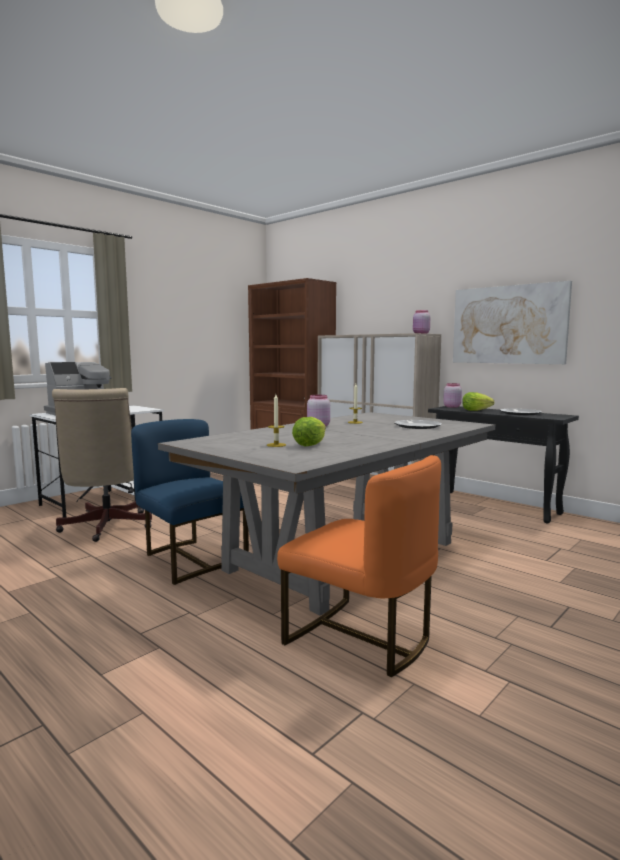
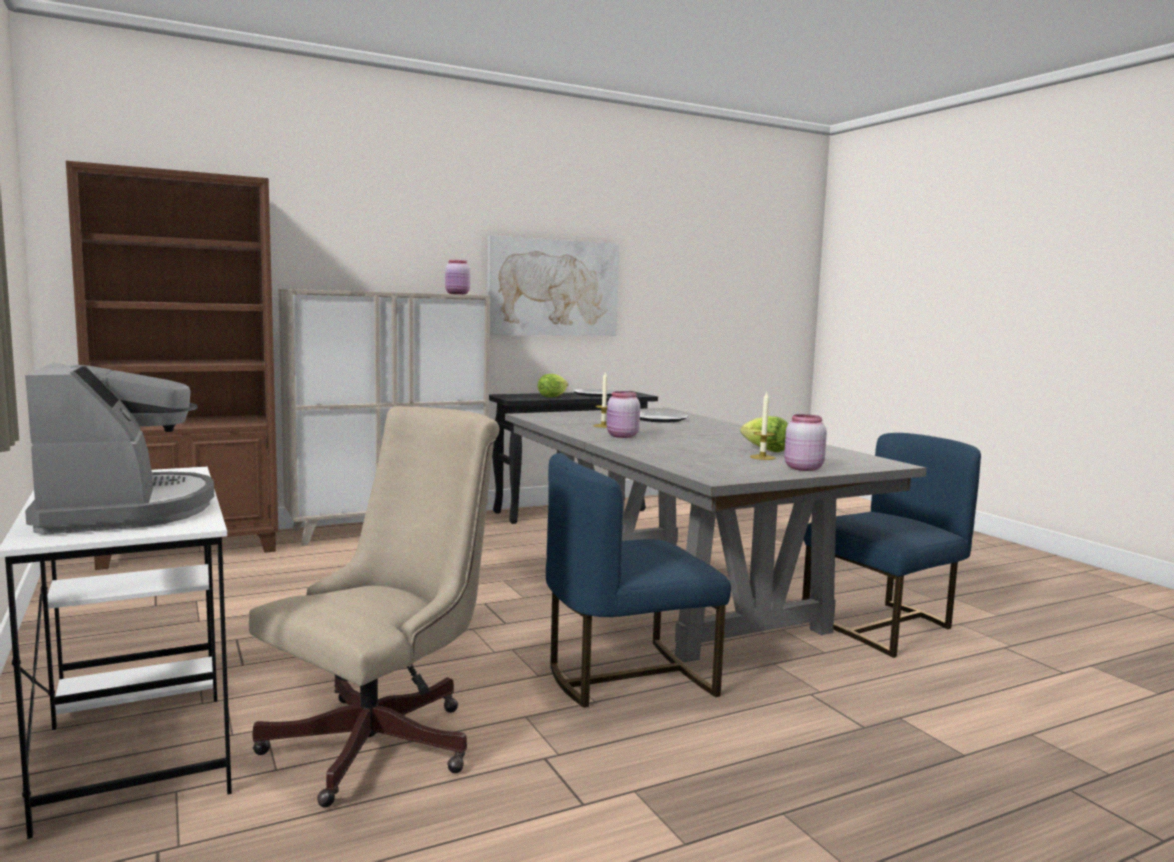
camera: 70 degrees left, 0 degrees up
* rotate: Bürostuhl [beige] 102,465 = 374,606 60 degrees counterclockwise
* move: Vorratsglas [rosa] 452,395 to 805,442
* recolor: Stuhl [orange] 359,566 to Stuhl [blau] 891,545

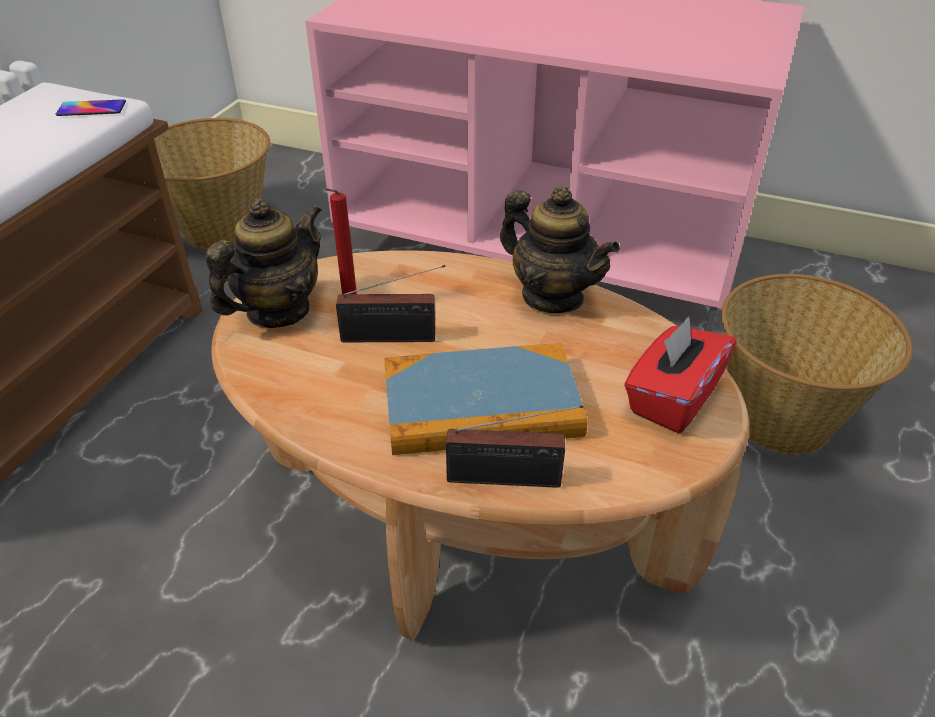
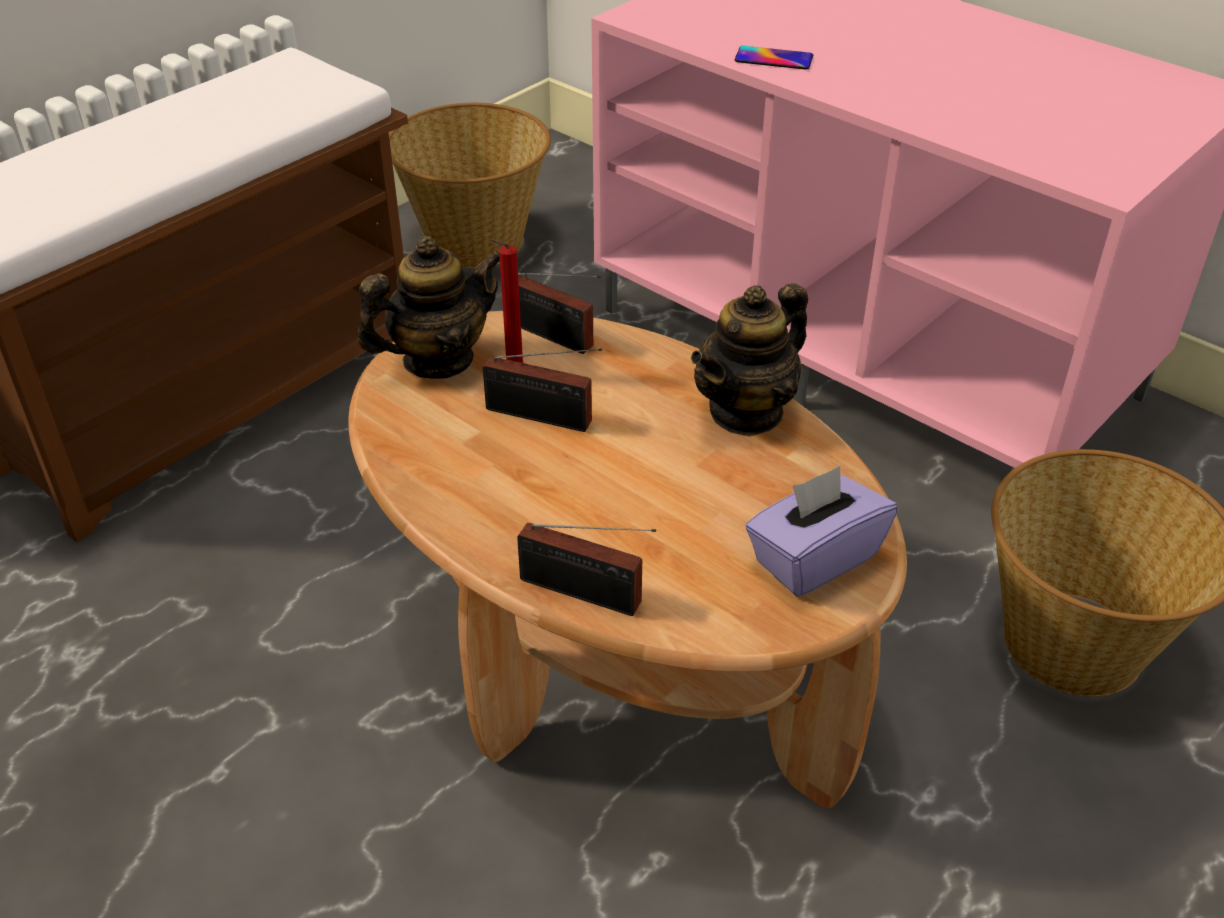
camera: 20 degrees right, 0 degrees up
* insert: Radio 559,313
* rotate: Teekanne 560,249 = 749,360 75 degrees clockwise
* move: Handy 91,107 to 774,58
* recolor: Taschentuchbox [rot] 680,374 to Taschentuchbox [lila] 821,531
* delete: Buch 486,399

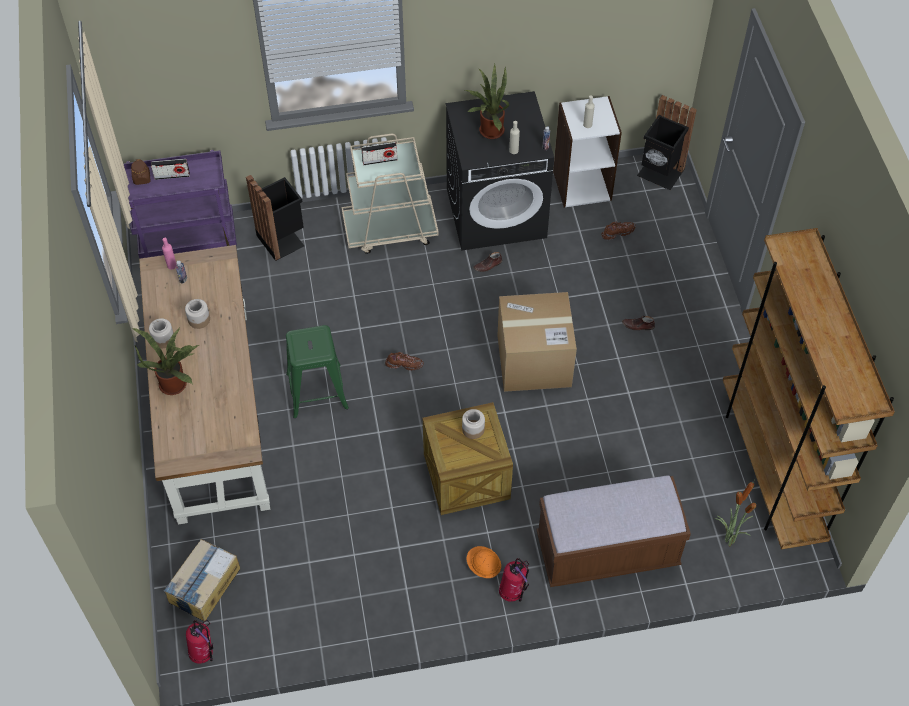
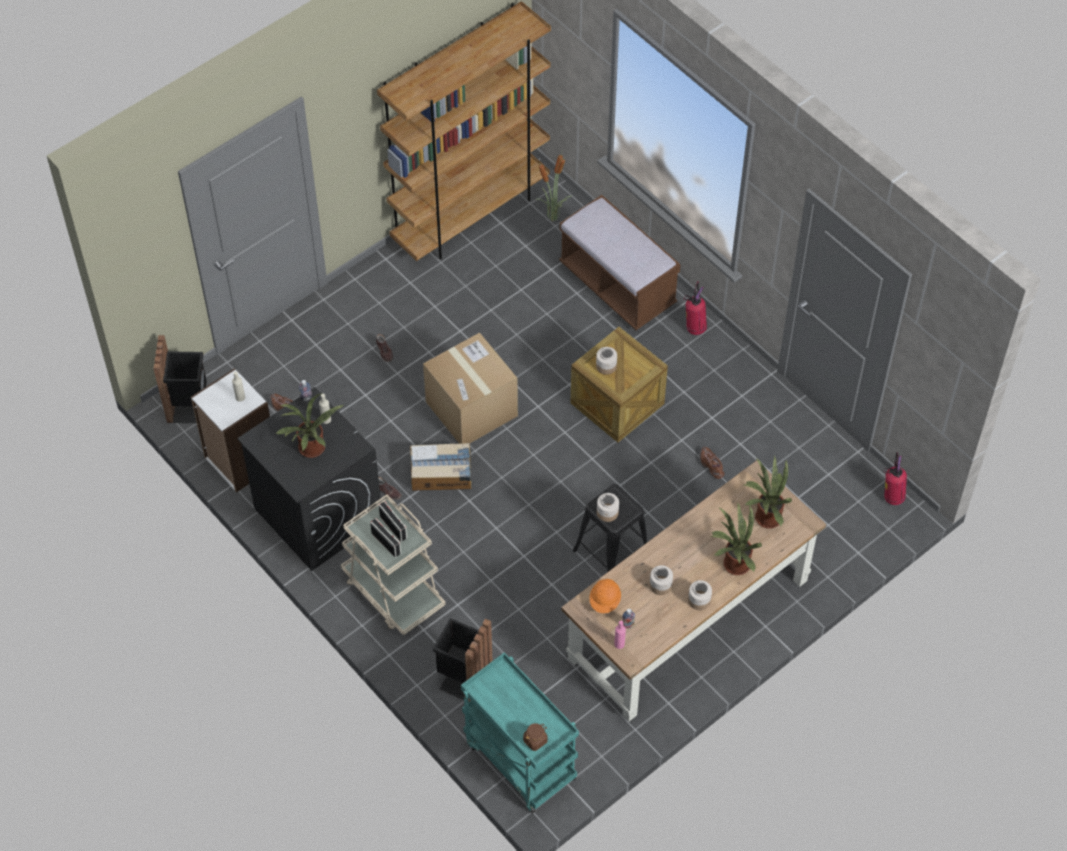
camera: 120 degrees left, 0 degrees up
* move: Radio 170,169 to 393,521
* move: Karton 201,580 to 440,467
* recolor: Rollwagen [lila] 180,204 to Rollwagen [türkis] 520,733
* recolor: Hocker [grün] 317,372 to Hocker [schwarz] 610,528
* move: Schutzhelm [orange] 484,562 to 605,596
* insert: Vorratsglas 608,507
* move: Schuh [braun] 404,361 to 712,463
* insert: Topfpflanze 768,492

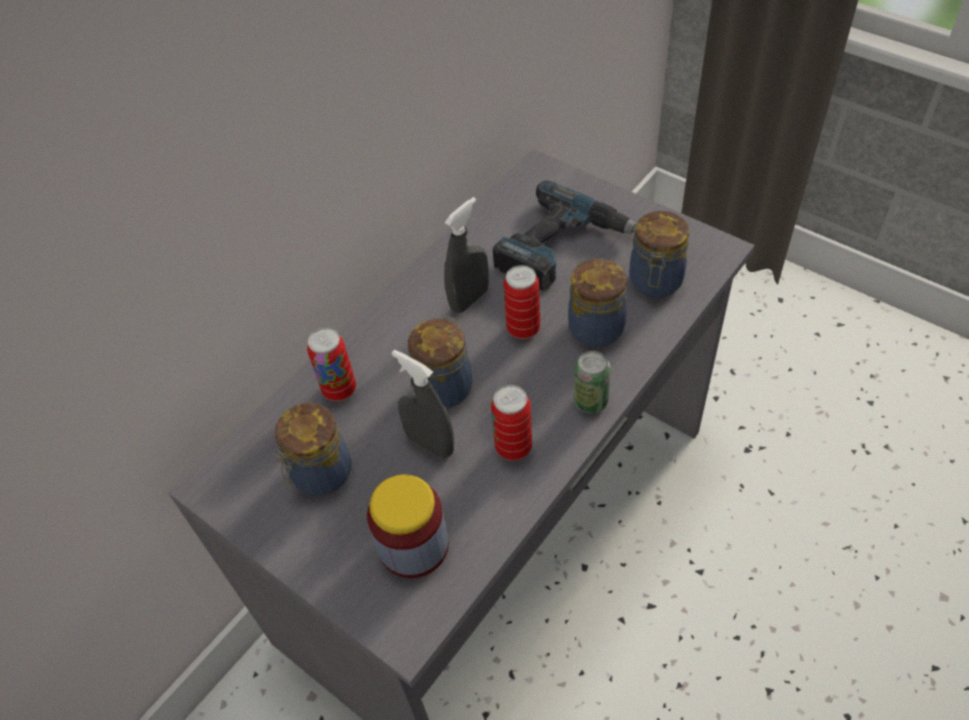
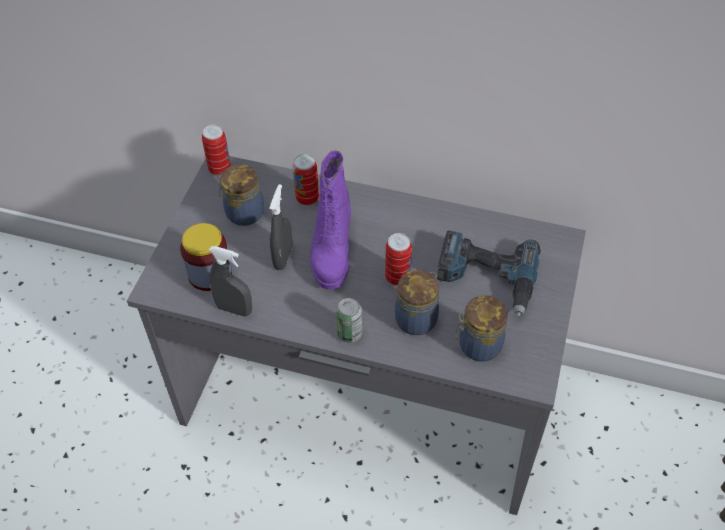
camera: 65 degrees right, 0 degrees up
* move: Dose 511,423 to 216,150
* move: Sprühflasche [grau] 466,255 to 230,281
* replace: Vorratsglas 440,362 to Stiefel [lila] 330,220

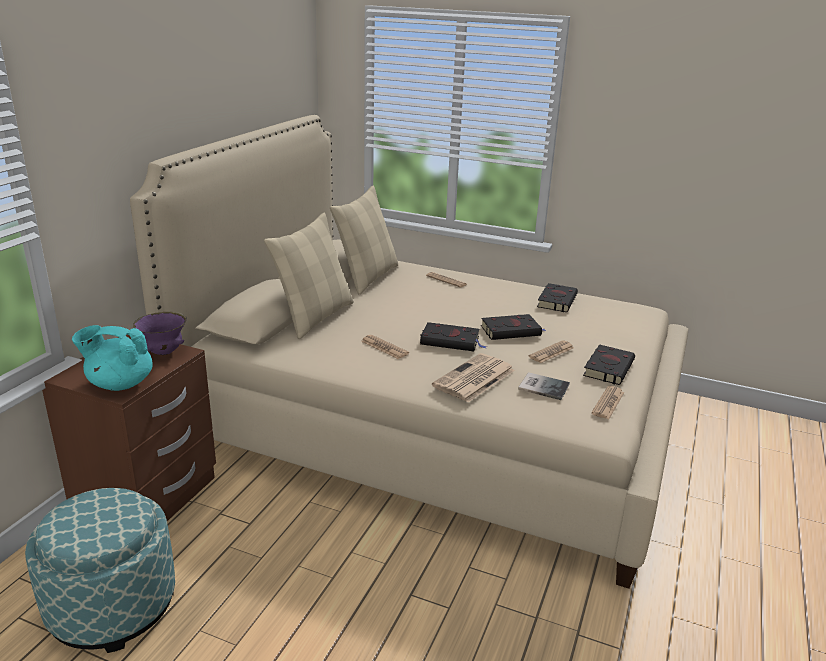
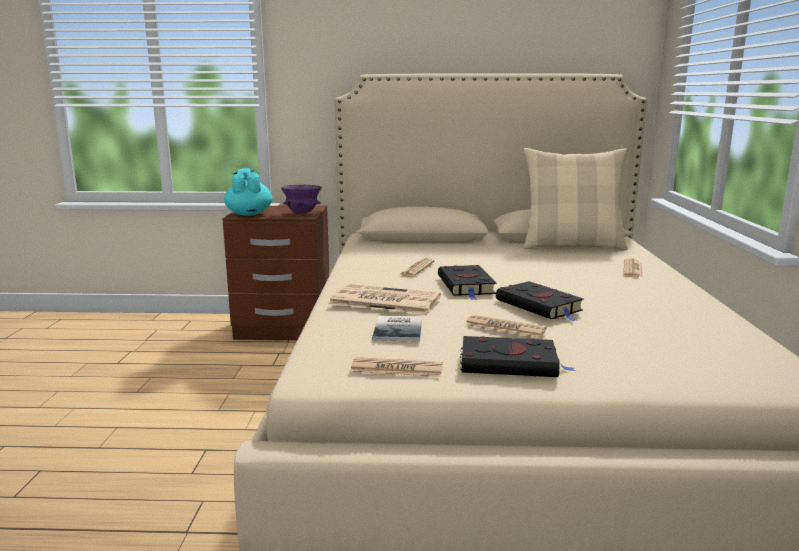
camera: 70 degrees right, 10 degrees down
* delete: Polsterhocker 100,570
* delete: Kissen [beige] 309,276
* delete: Buch [schwarz] 557,297

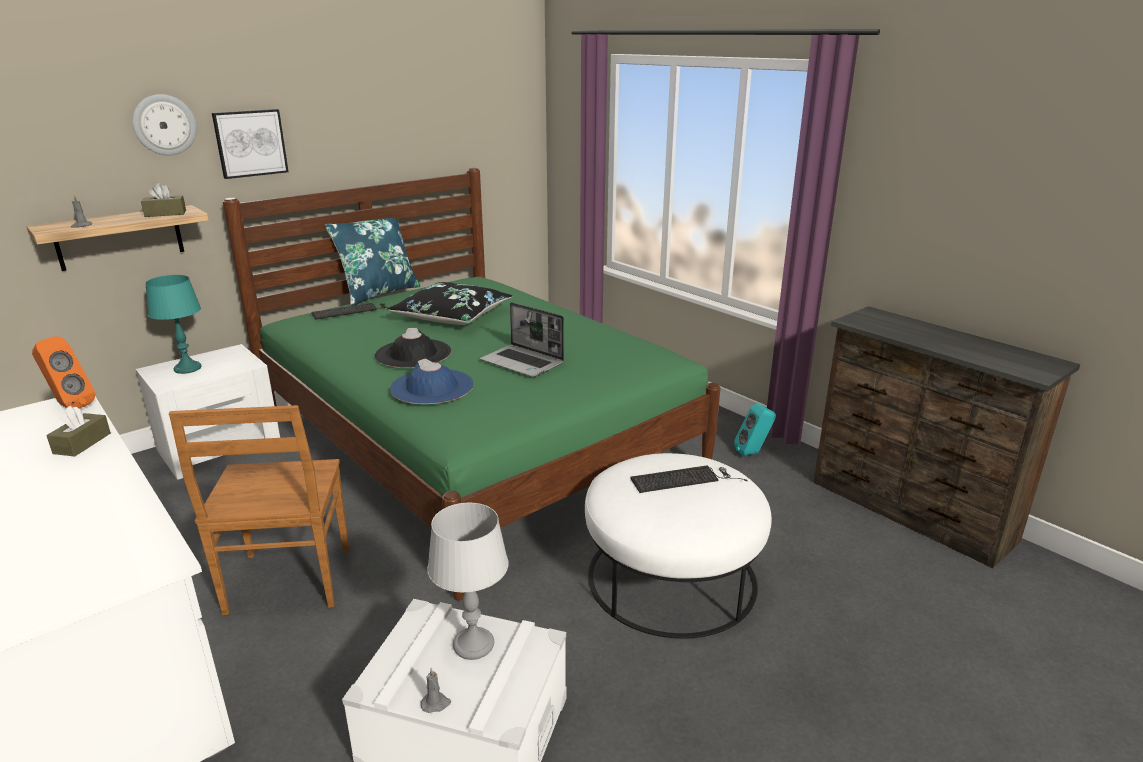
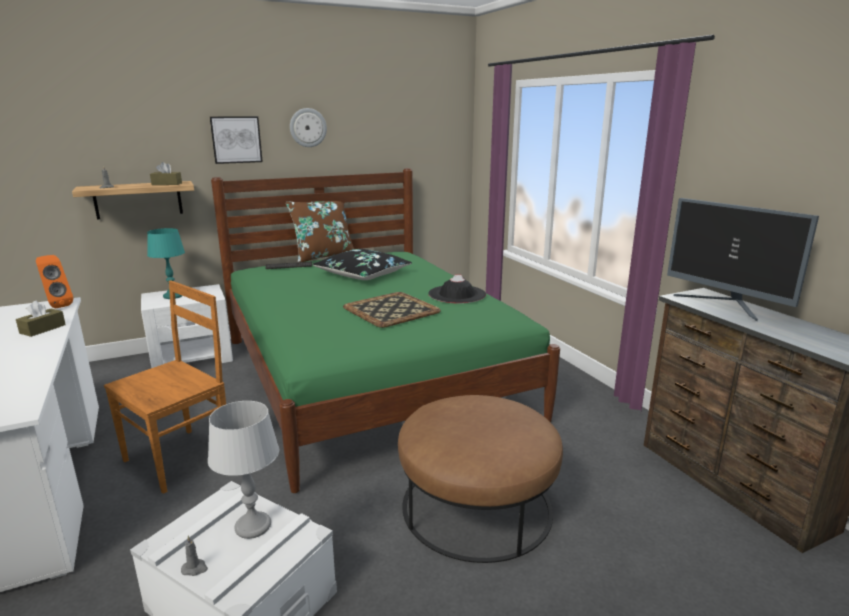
camera: 15 degrees right, 5 degrees down
* rotate: Stuhl [braun] 259,510 = 165,387 150 degrees counterclockwise
* recolor: Kissen [blau] 373,262 to Kissen [braun] 320,231
* move: Wanduhr 164,125 to 308,127
* replace: Laptop 522,339 to Tablett 392,310
* recolor: Polsterhocker [weiß] 678,546 to Polsterhocker [braun] 480,479
* move: Hut [schwarz] 413,348 to 457,289
* insert: Monitor 743,259
* delete: Hut [blau] 432,381
* delete: Tastatur 689,479
* delete: Lautsprecher [türkis] 755,429

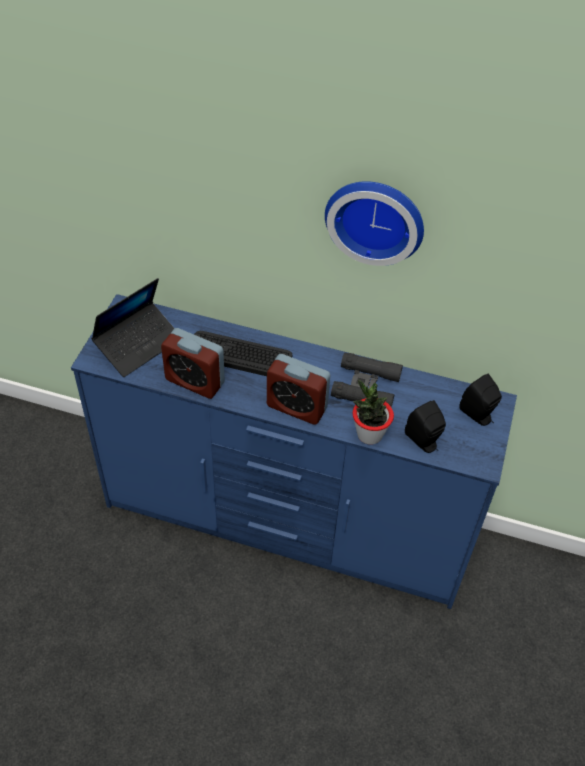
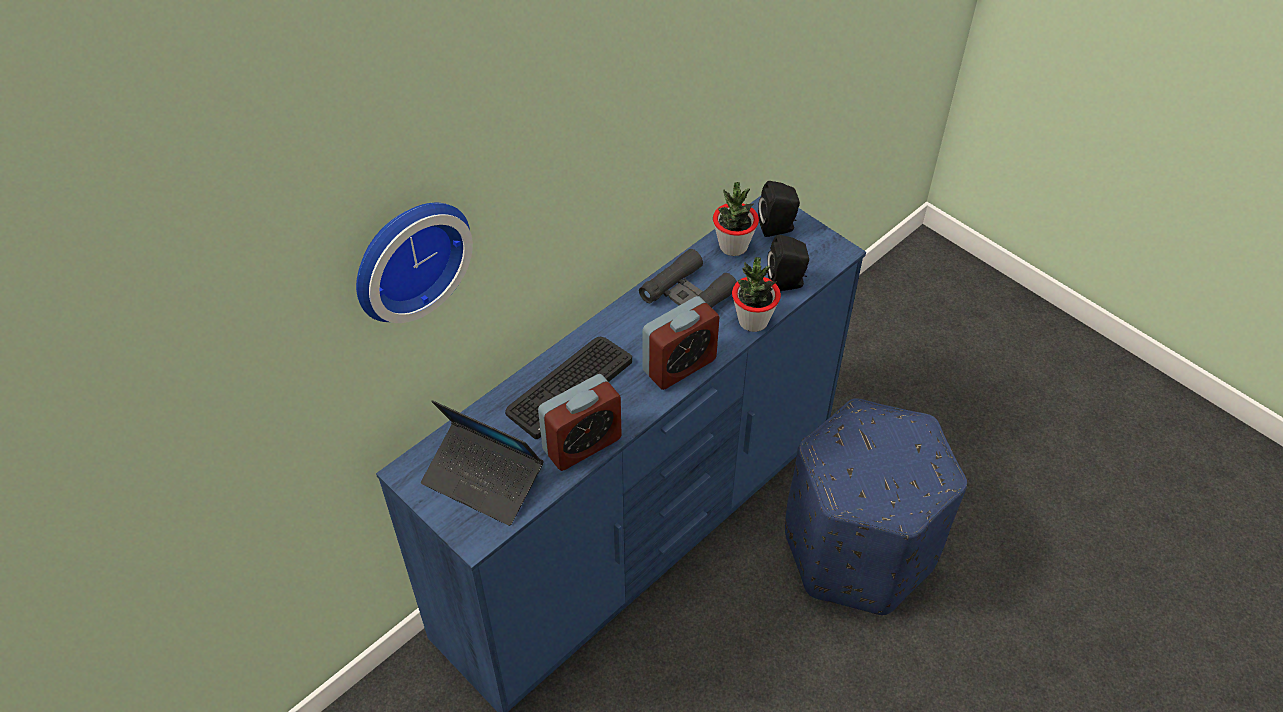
camera: 60 degrees left, 0 degrees up
* move: Wanduhr 374,223 to 414,263
* rotate: Laptop 132,327 = 482,463 135 degrees clockwise
* insert: Topfpflanze 736,219
* insert: Polsterhocker [blau] 876,506

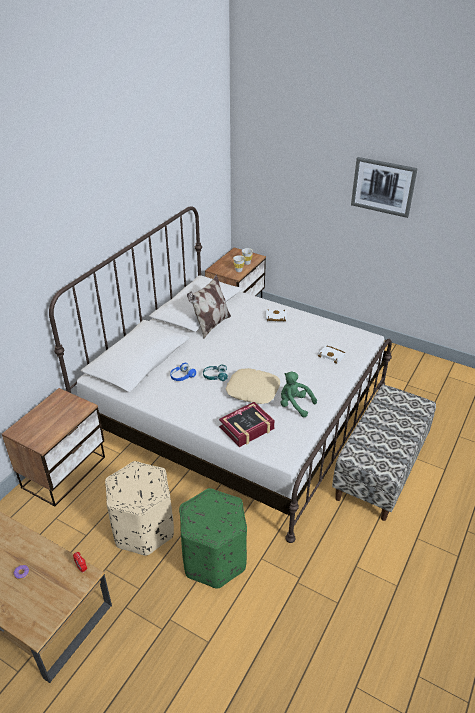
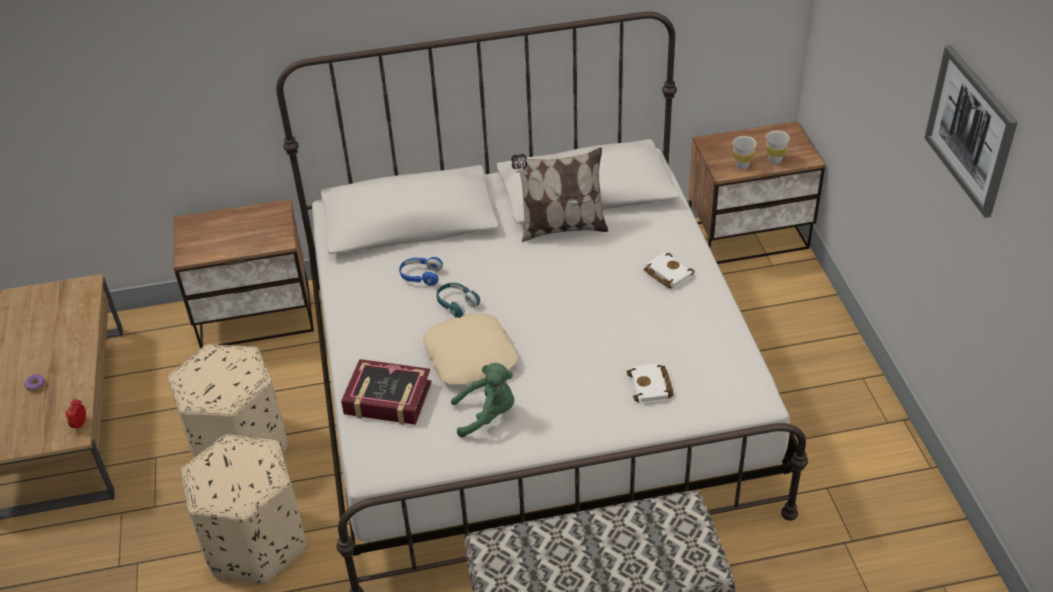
camera: 50 degrees right, 5 degrees up
* recolor: Polsterhocker [grün] 213,538 to Polsterhocker [beige] 243,509
* rotate: Plüschtier [grün] 298,394 = 482,400 90 degrees clockwise

